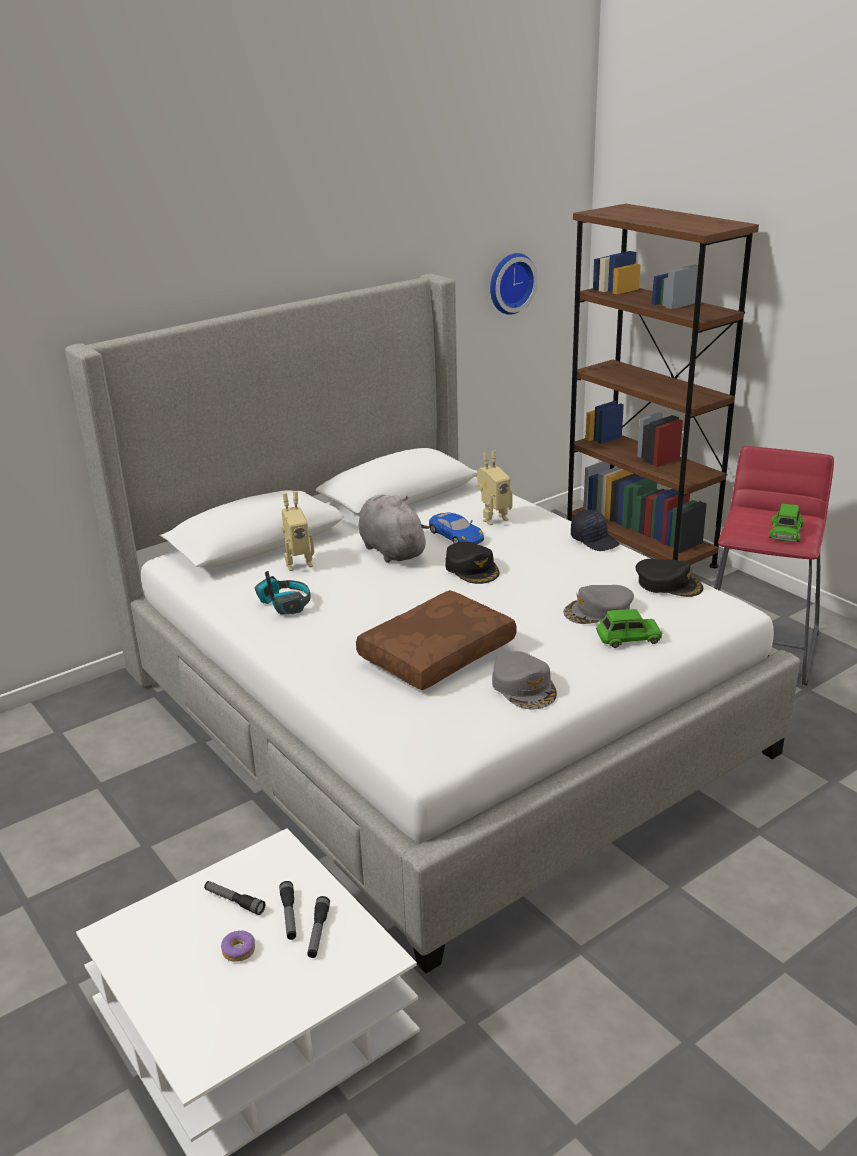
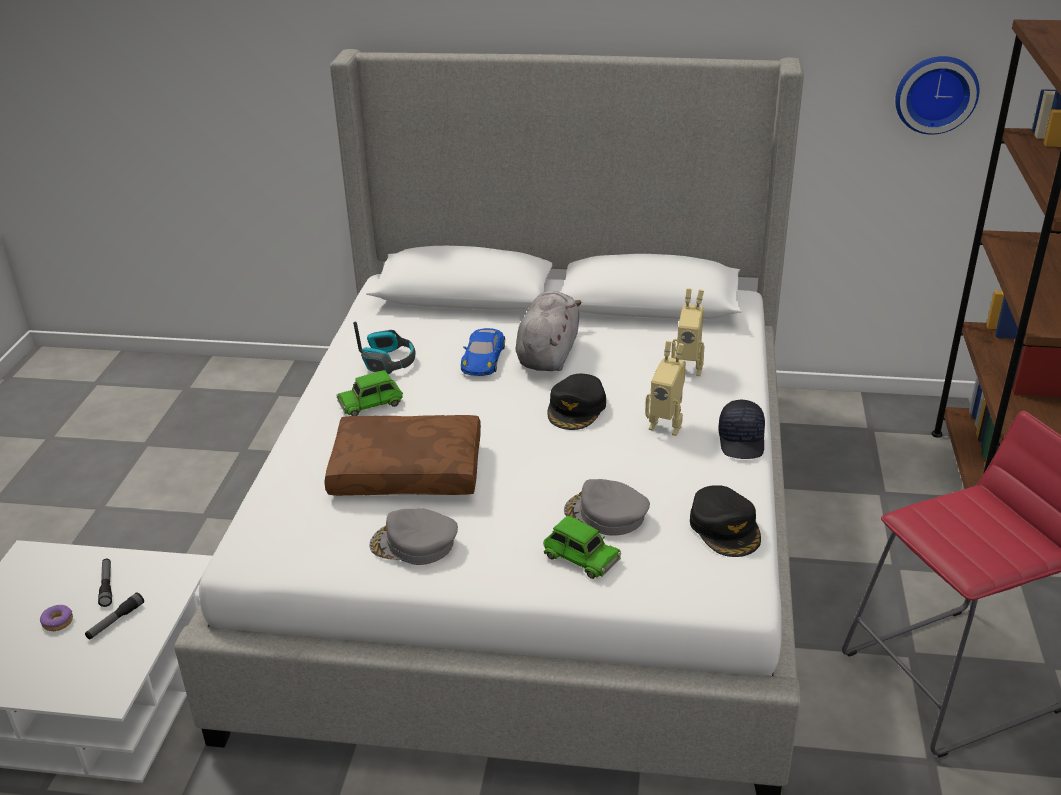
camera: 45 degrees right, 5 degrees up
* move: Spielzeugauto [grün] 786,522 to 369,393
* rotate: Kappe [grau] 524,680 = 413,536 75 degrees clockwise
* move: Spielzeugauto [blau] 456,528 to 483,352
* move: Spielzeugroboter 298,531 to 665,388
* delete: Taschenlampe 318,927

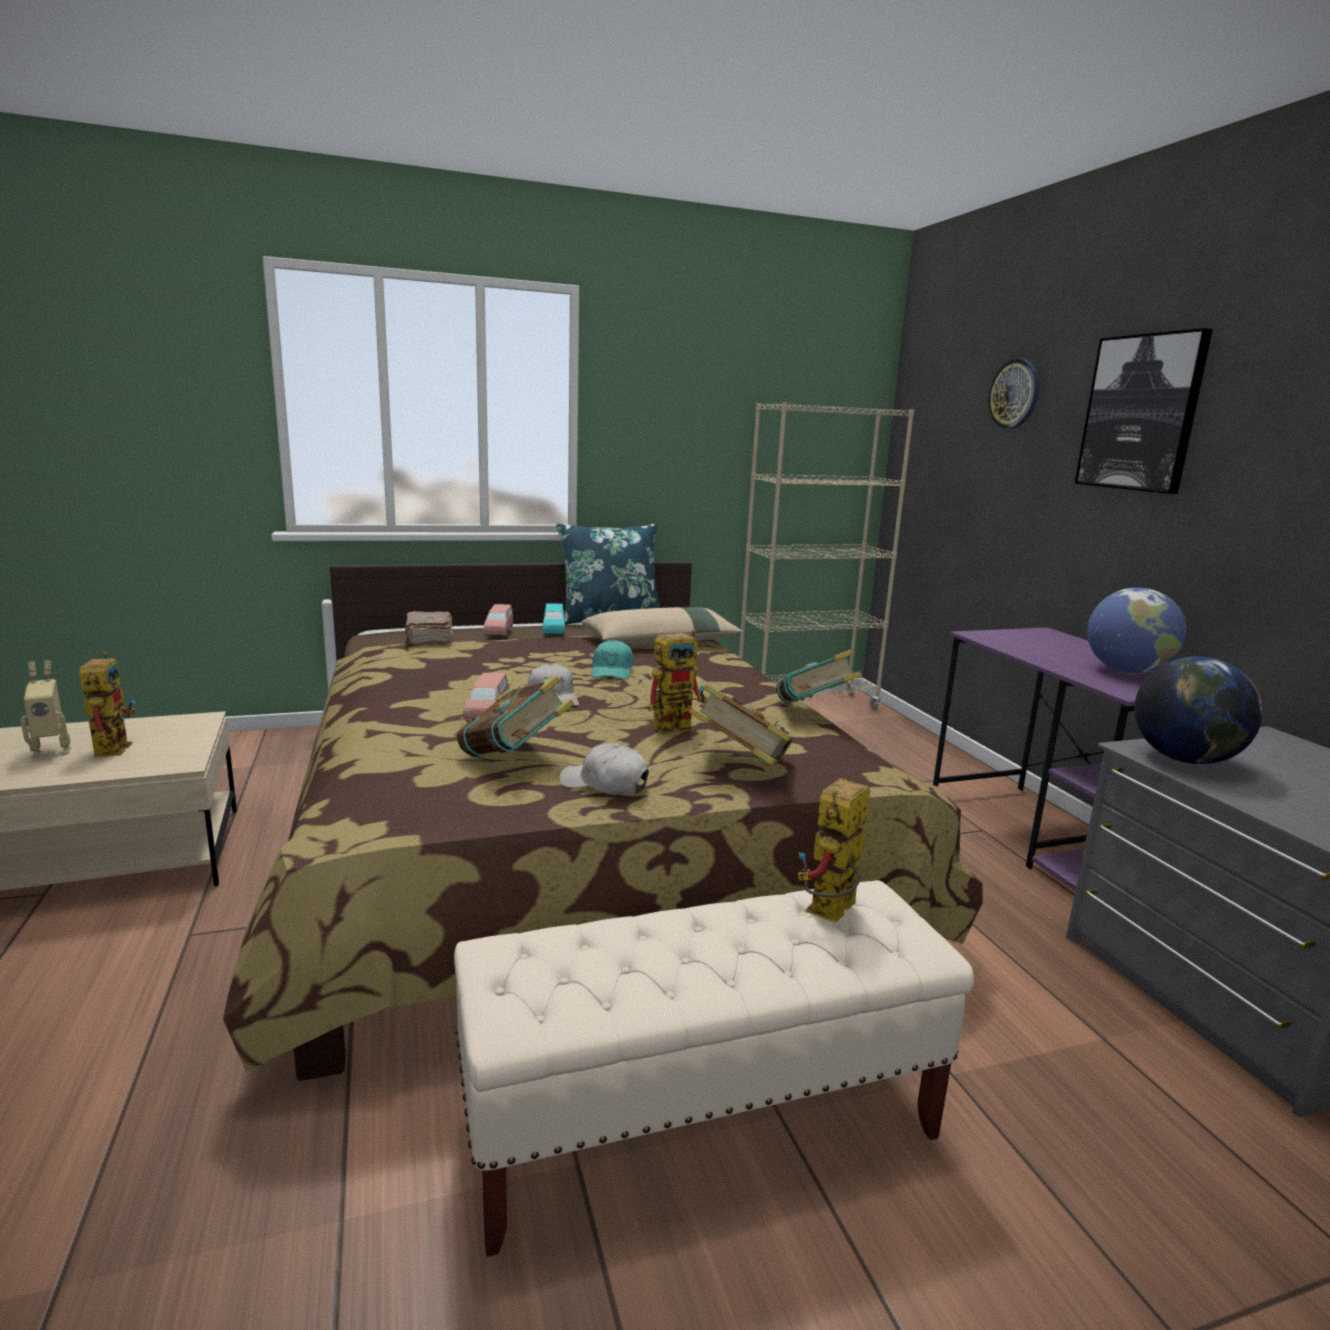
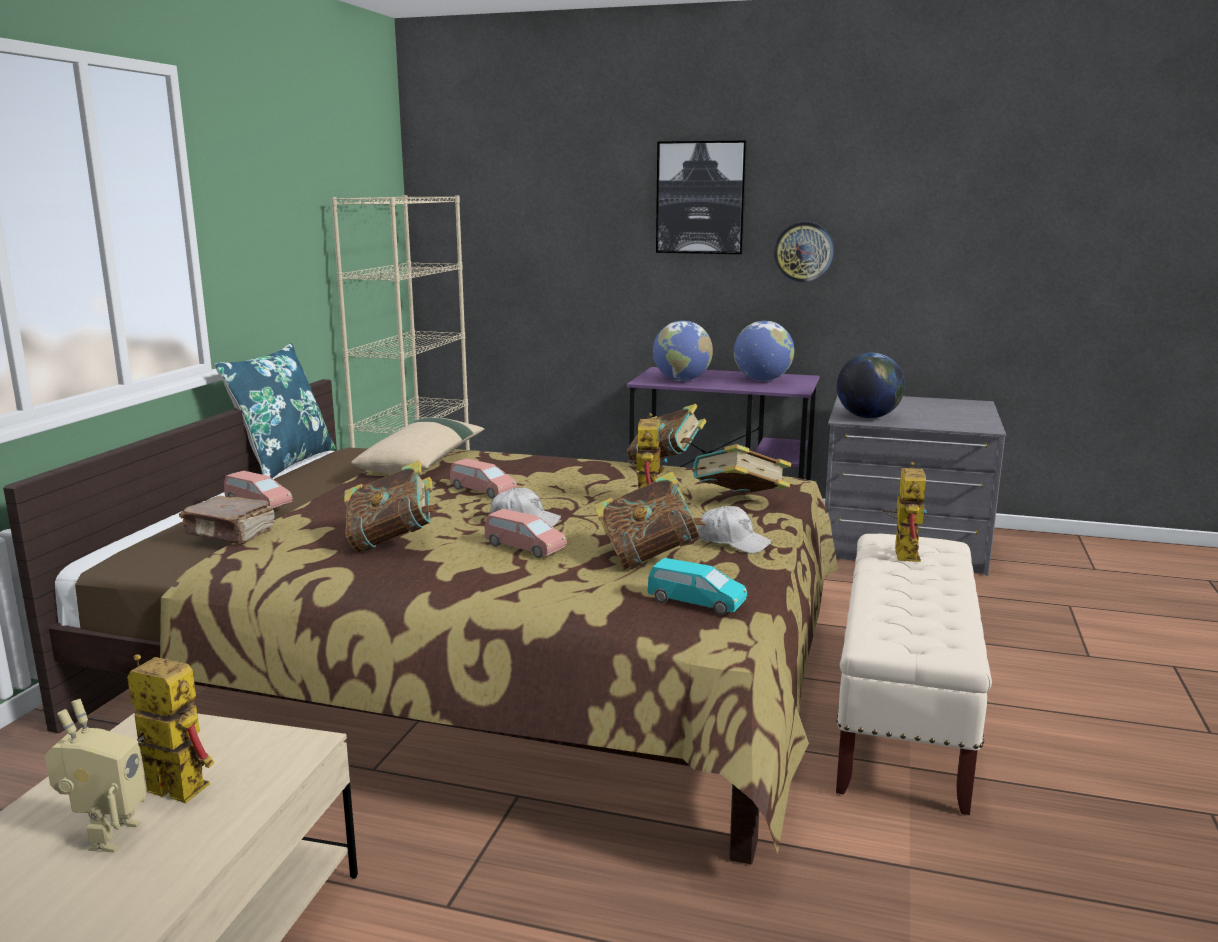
camera: 55 degrees left, 0 degrees up
* insert: Buch 390,506
* replace: Kappe [türkis] 612,659 to Spielzeugauto [rosa] 483,478
* move: Spielzeugauto [türkis] 554,619 to 697,586
* insert: Globus 683,351
* rotate: Kappe [weiß] 604,769 = 735,530 120 degrees counterclockwise
* move: Wanduhr 1013,393 to 803,252
* rotate: Spielzeugroboter 834,850 = 904,512 150 degrees counterclockwise

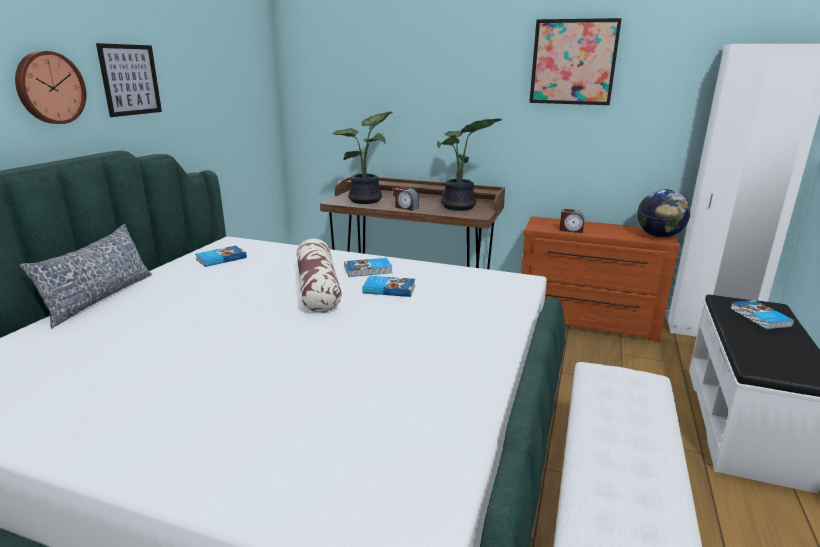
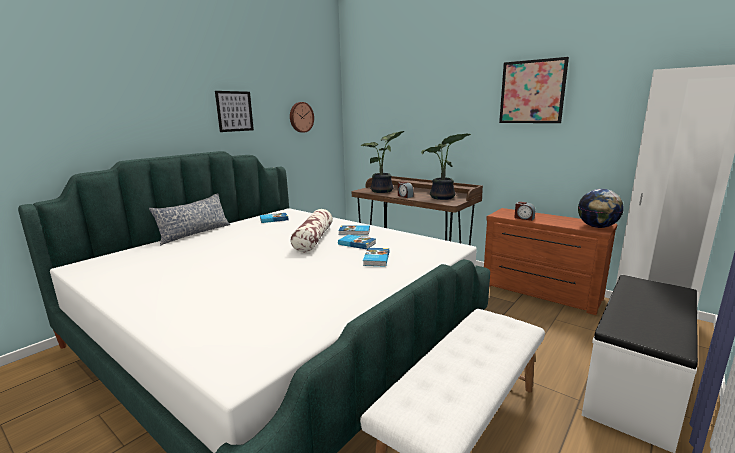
camera: 20 degrees right, 5 degrees down
* move: Wanduhr 50,87 to 302,117
* move: Buch 762,314 to 376,257

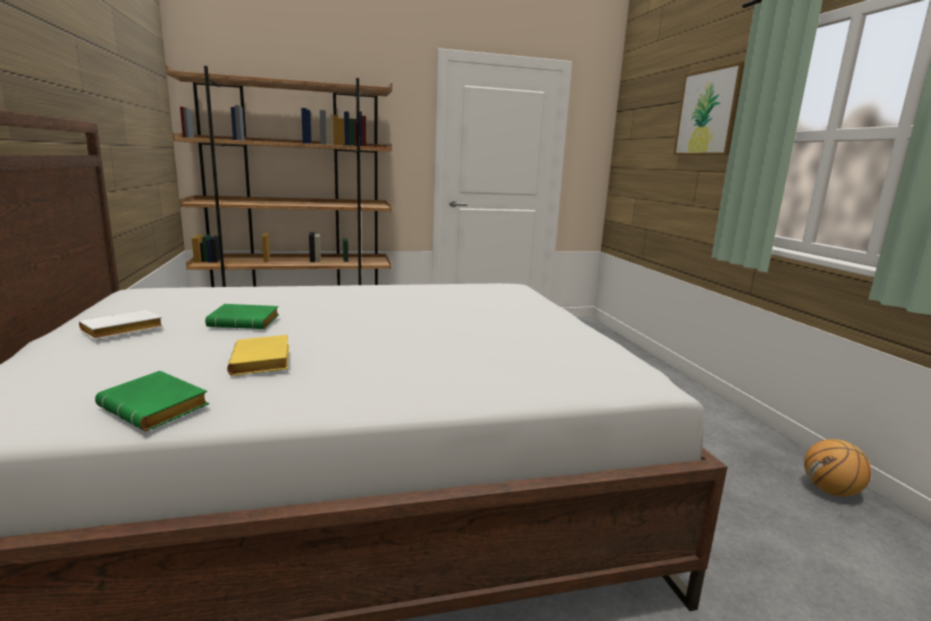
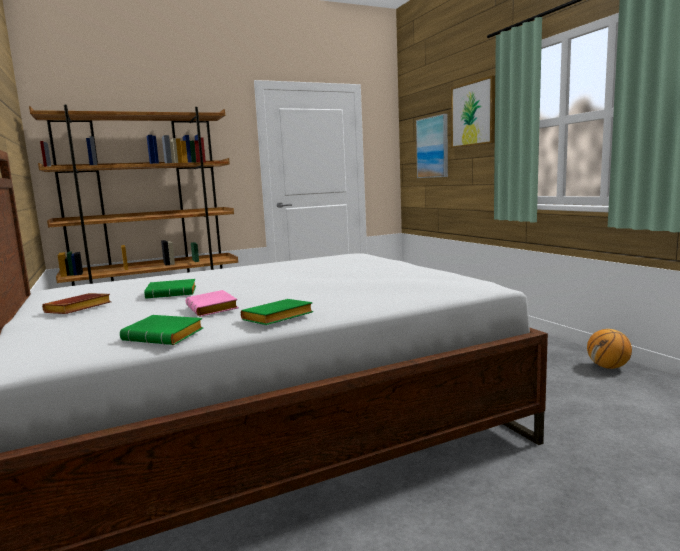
camera: 10 degrees left, 5 degrees down
* recolor: Buch [weiß] 121,325 to Buch [braun] 77,303
* recolor: Buch [gelb] 258,355 to Buch [rosa] 212,303
* insert: Buch [grün] 277,312
* insert: Bild 432,146

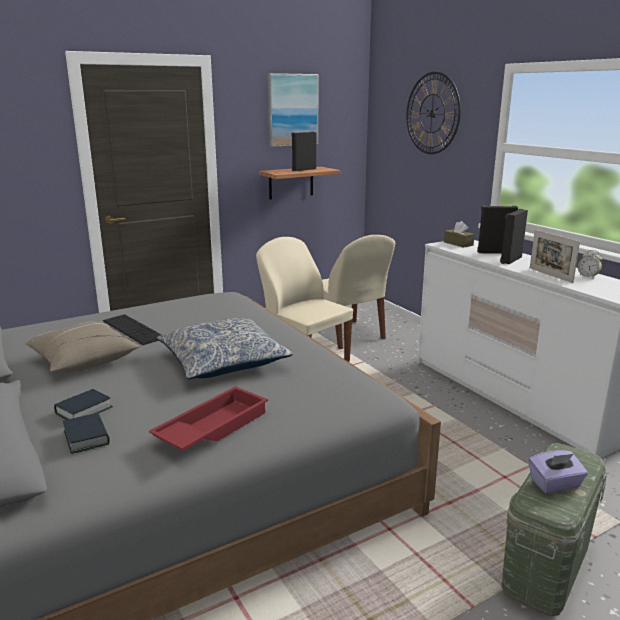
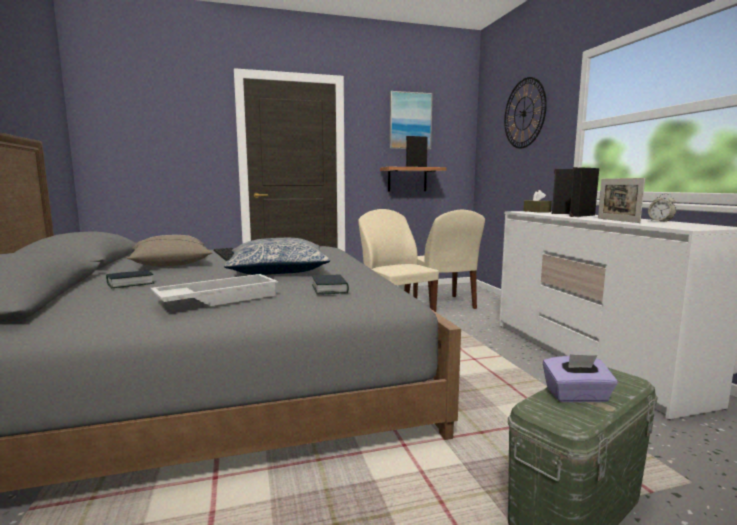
camera: 15 degrees right, 10 degrees down
* recolor: Tablett [rot] 208,418 to Tablett [weiß] 214,290
* move: Buch 86,433 to 330,285

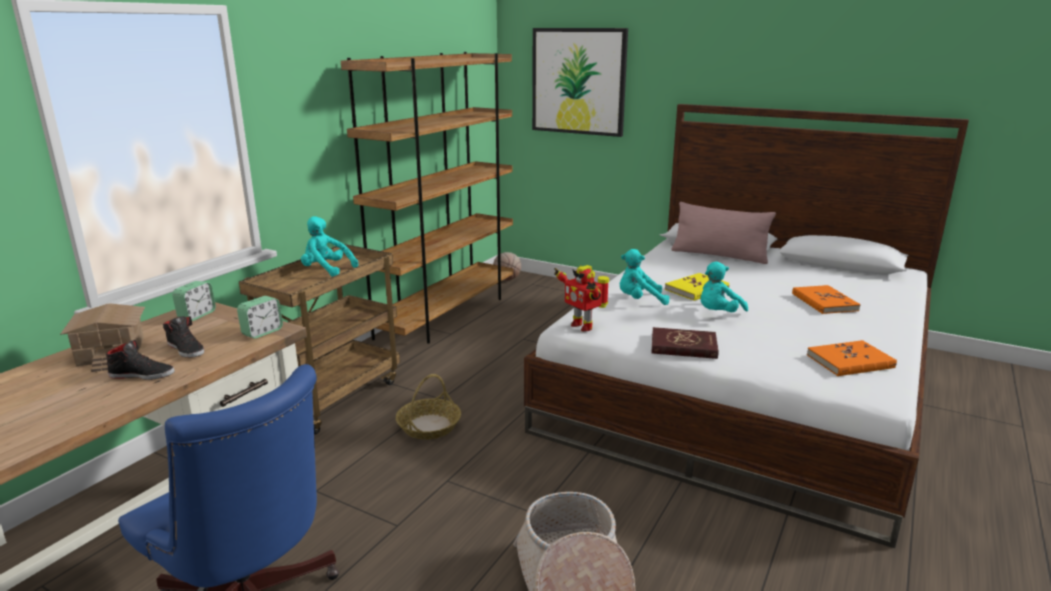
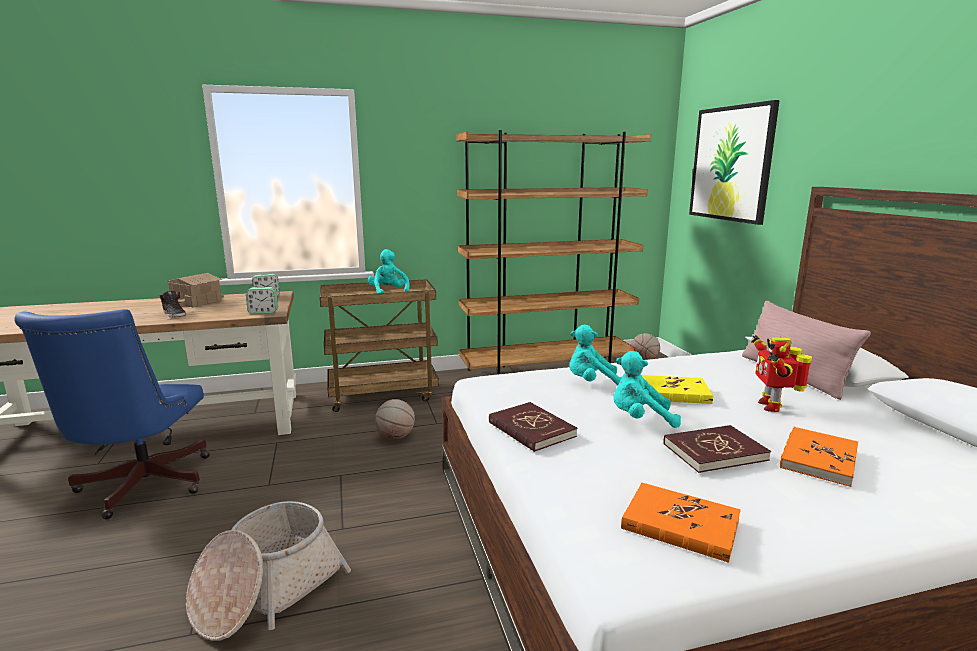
camera: 45 degrees right, 5 degrees down
* replace: Korb 428,407 to Basketball 395,419
* rotate: Plüschtier [türkis] 644,277 = 595,355 45 degrees counterclockwise
* insert: Buch [rot] 717,449
* move: Spielzeugroboter 581,298 to 781,373
* delete: Schuh [schwarz] 184,337

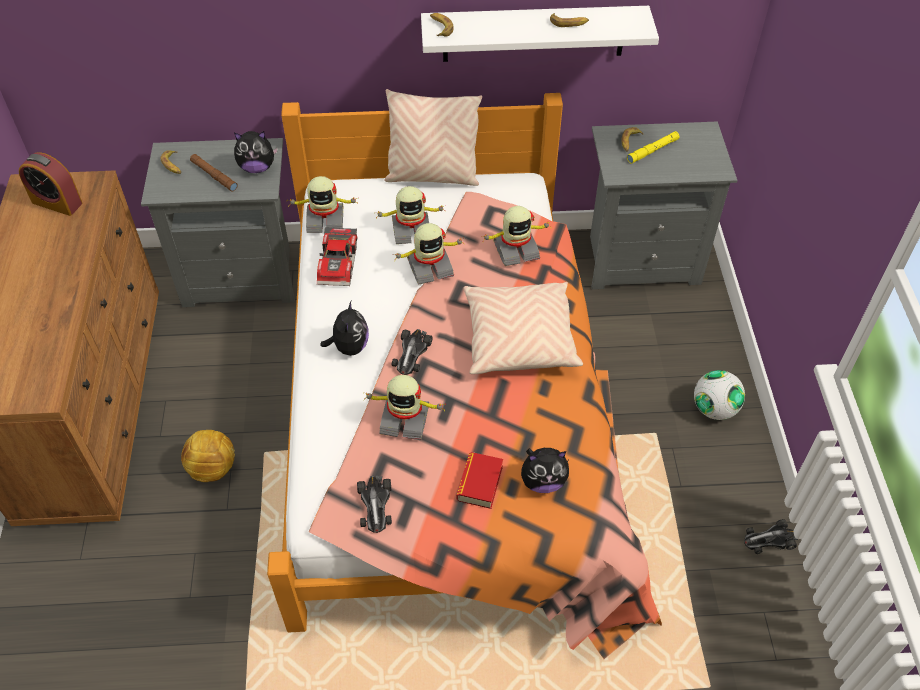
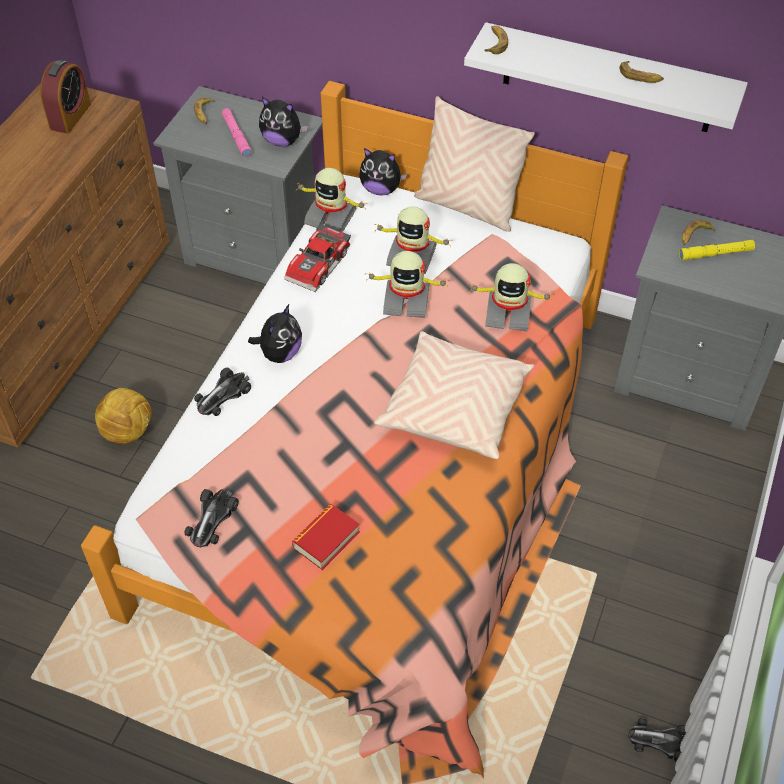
camera: 25 degrees right, 0 degrees up
* rotate: Wecker 51,184 = 65,97 120 degrees counterclockwise
* move: Spielzeugauto 411,352 to 222,392
* recolor: Taschenlampe [braun] 214,172 to Taschenlampe [rosa] 237,132
* move: Plüschtier 545,470 to 383,171
* delete: Spielzeugroboter 405,407
* delete: Fußball 719,395

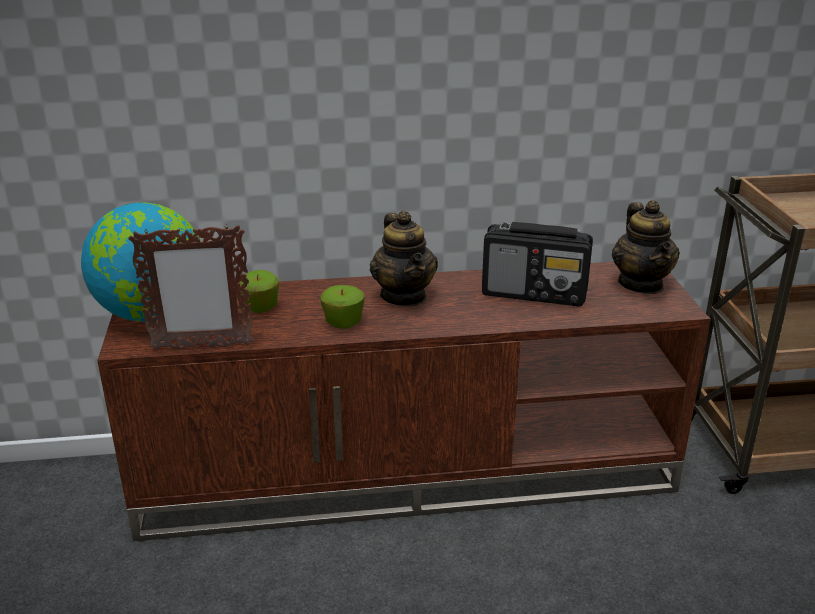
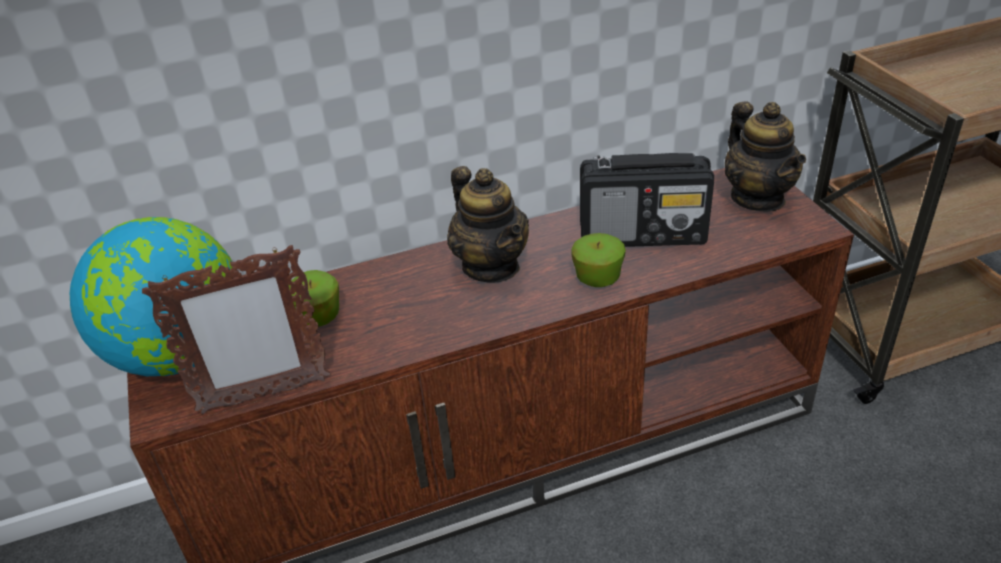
camera: 10 degrees left, 10 degrees up
* move: Apfel 342,307 to 598,260

